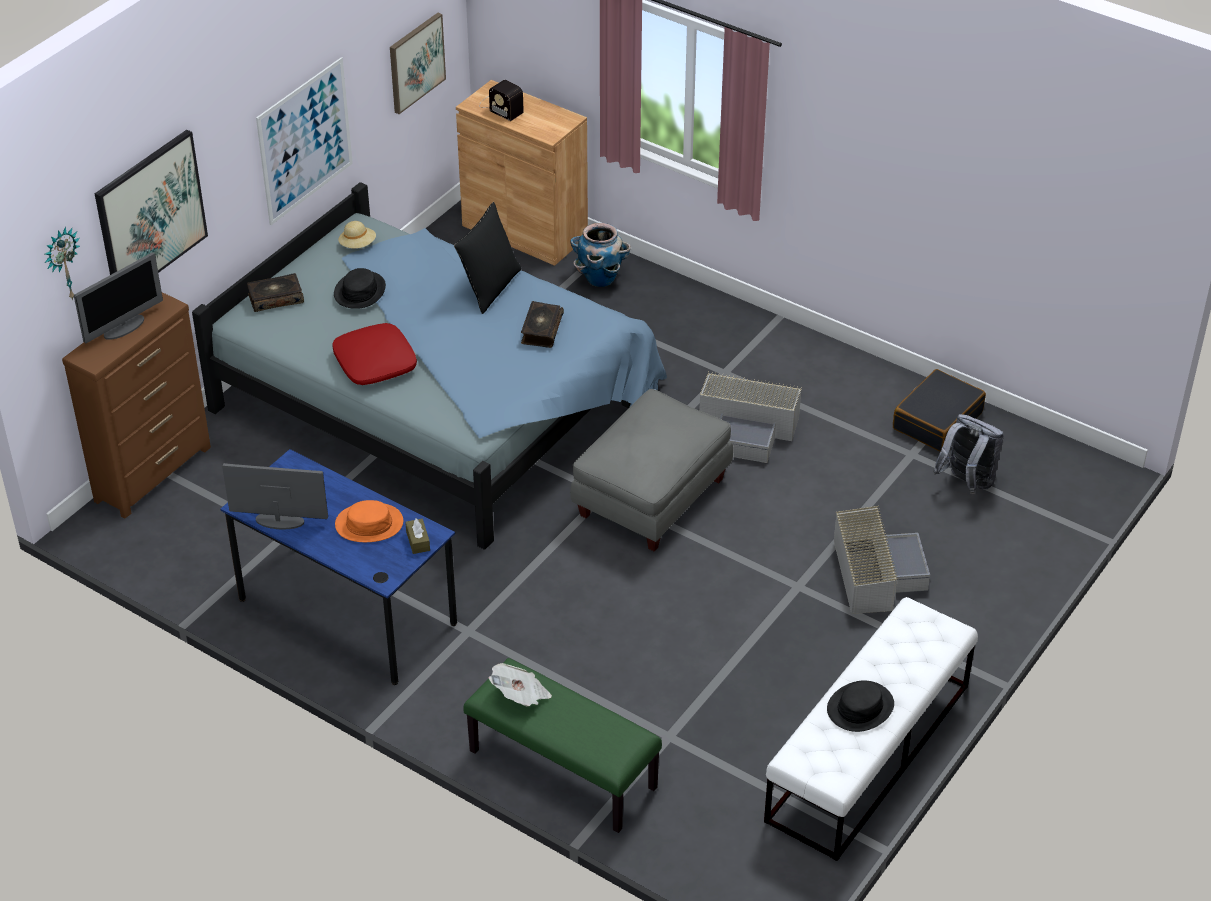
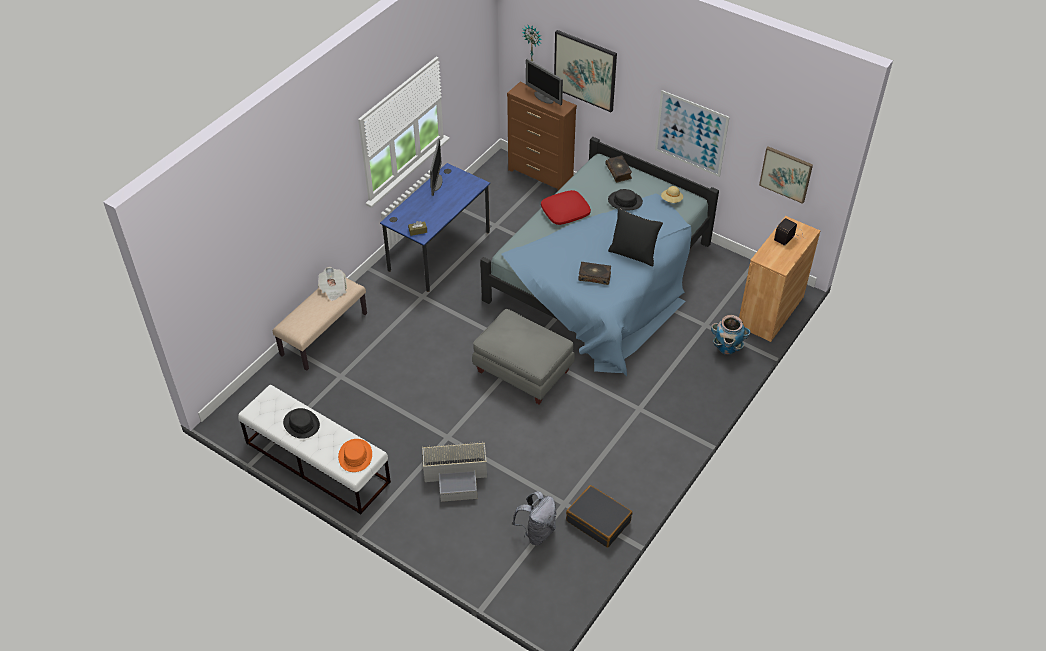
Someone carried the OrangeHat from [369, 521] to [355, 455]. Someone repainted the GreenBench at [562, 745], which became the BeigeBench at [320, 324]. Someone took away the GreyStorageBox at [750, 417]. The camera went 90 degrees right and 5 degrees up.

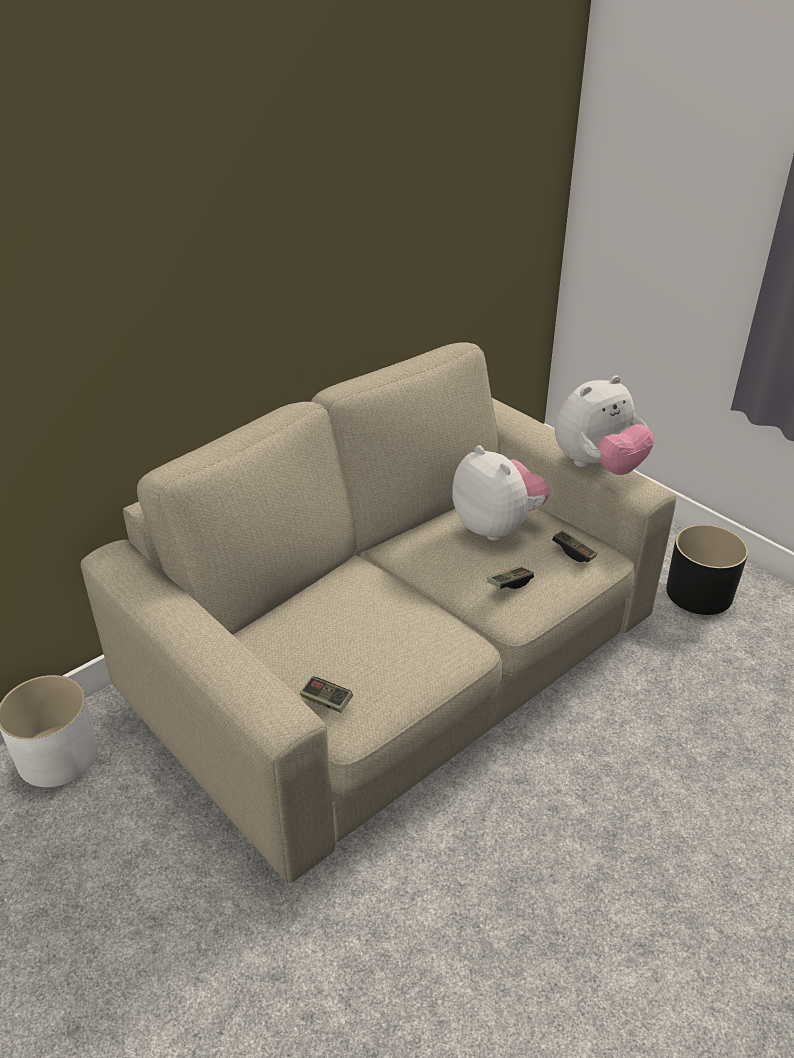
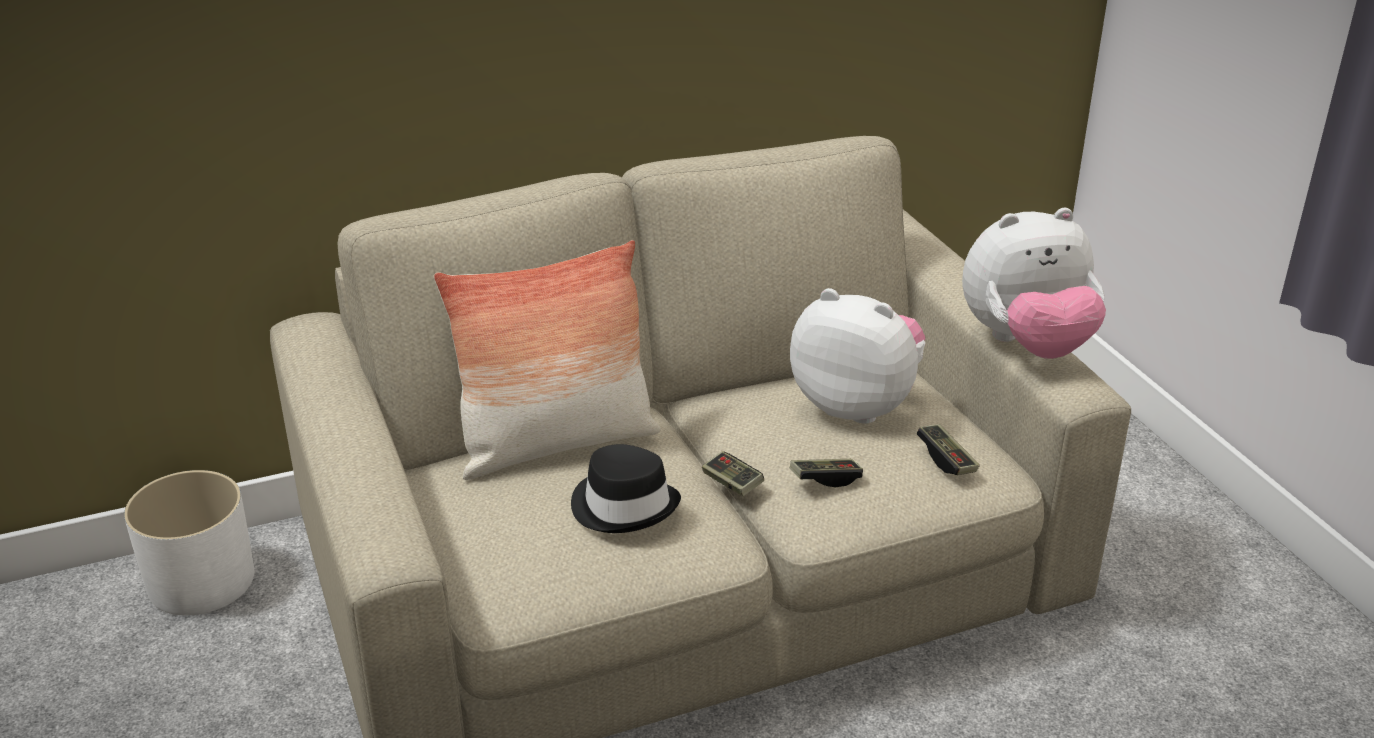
Someone carried the GameController from [326, 694] to [733, 473]. Someone rotated the PlushToy at [501, 492] by 45 degrees counterclockwise. Someone took away the BlackPlanter at [707, 569]. Someone put down the Pillow at [547, 360]. Someone put down the BlackHat at [626, 488]. The camera went 20 degrees right and 5 degrees down.

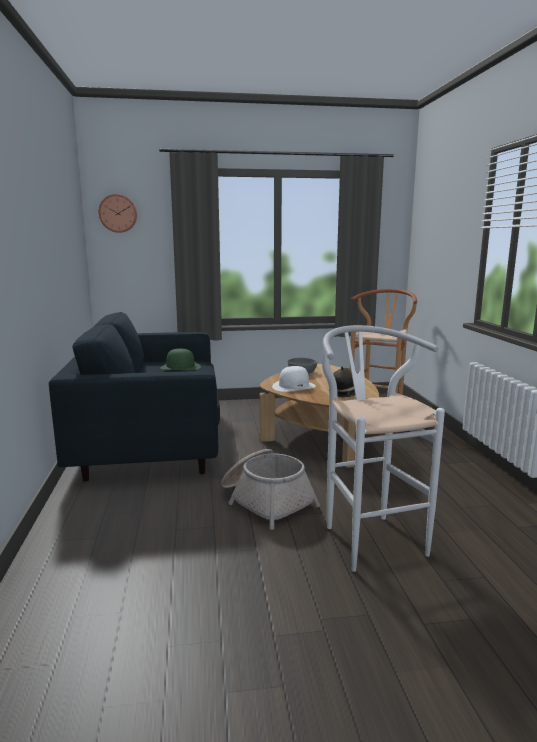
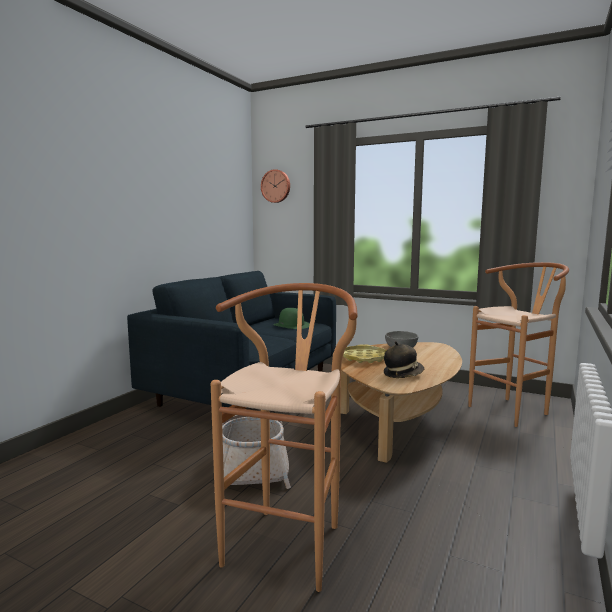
Someone swapped the WhiteHat at [294, 379] for the YellowTray at [364, 353]. Someone repainted the WhiteStool at [383, 448], which became the BrownStool at [284, 437]. The camera went 35 degrees right and 5 degrees down.

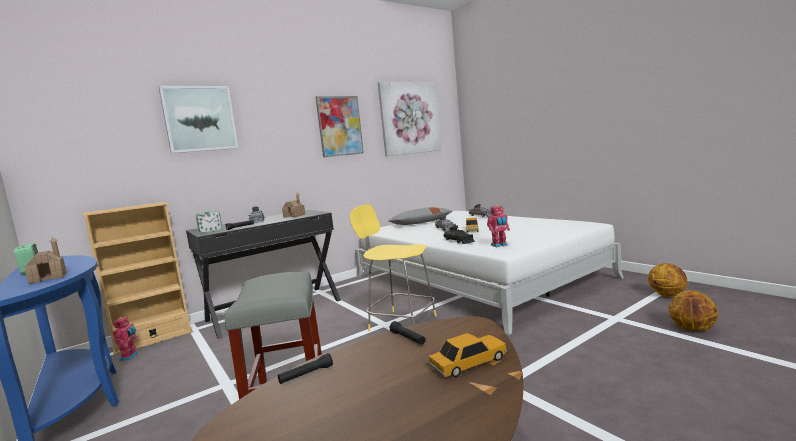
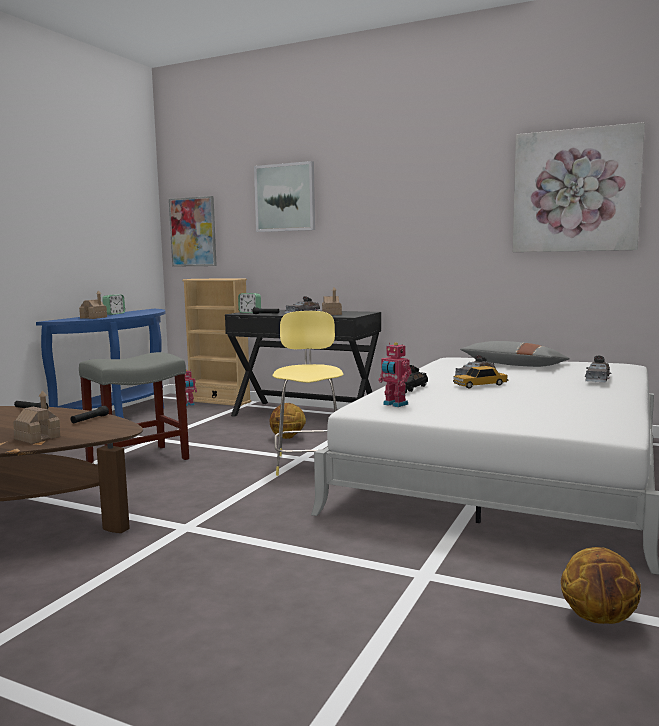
Someone carried the Picture from [340, 126] to [193, 231]. Someone swapped the ToyCar at [467, 355] for the ToyHouse at [36, 417]. Someone carried the Basketball from [693, 310] to [288, 421]. The camera went 60 degrees right and 0 degrees up.

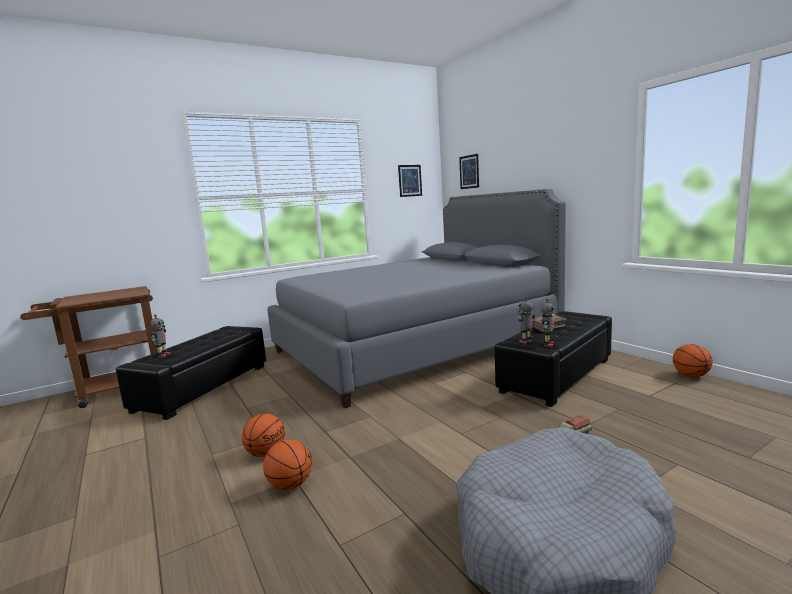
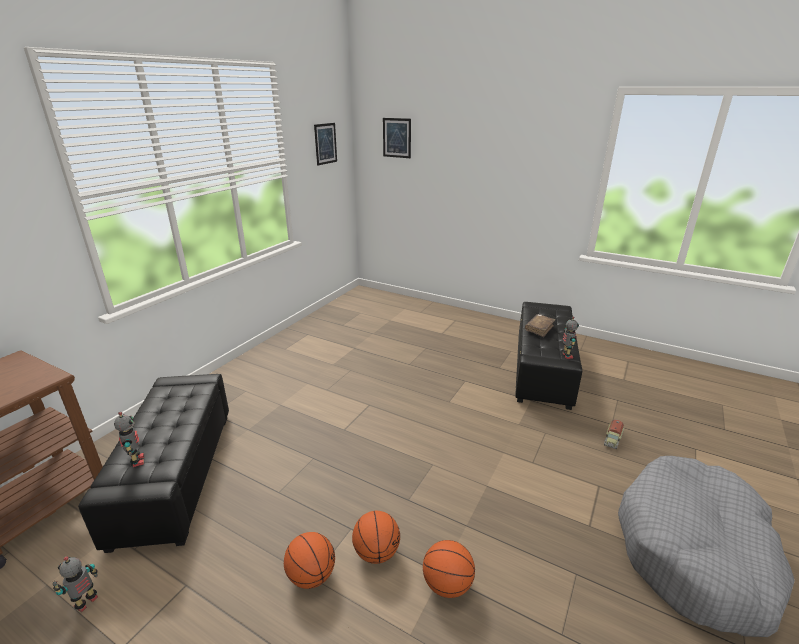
Someone took away the GreyBed at [416, 298]. Someone carried the ToyRobot from [526, 320] to [75, 584]. Someone carried the Basketball from [693, 360] to [309, 560]. The camera went 30 degrees left and 15 degrees up.

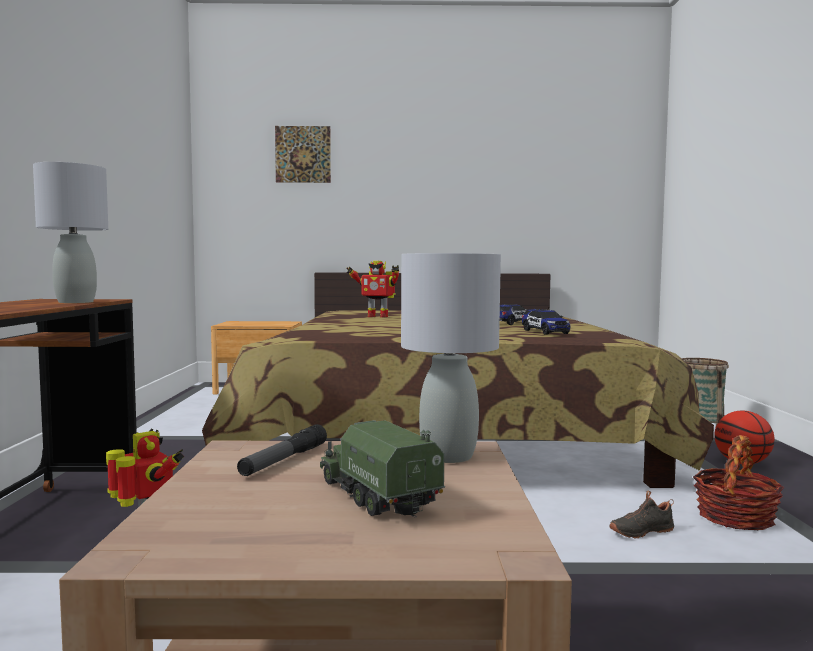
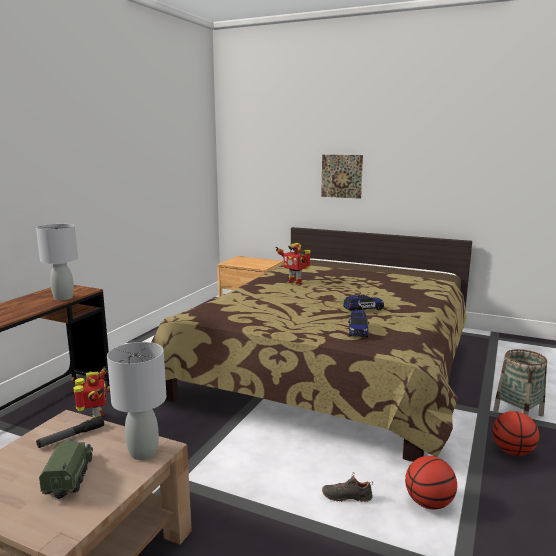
Someone carried the Picture from [303, 154] to [342, 177]. Someone swapped the Basket at [738, 482] for the Basketball at [431, 482]. The camera went 25 degrees right and 10 degrees up.

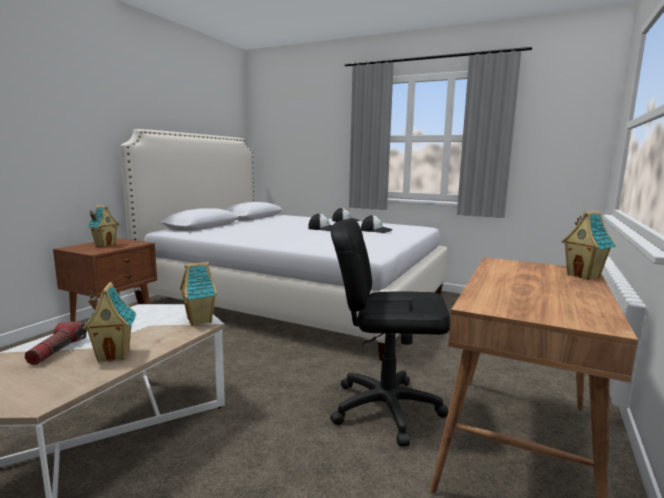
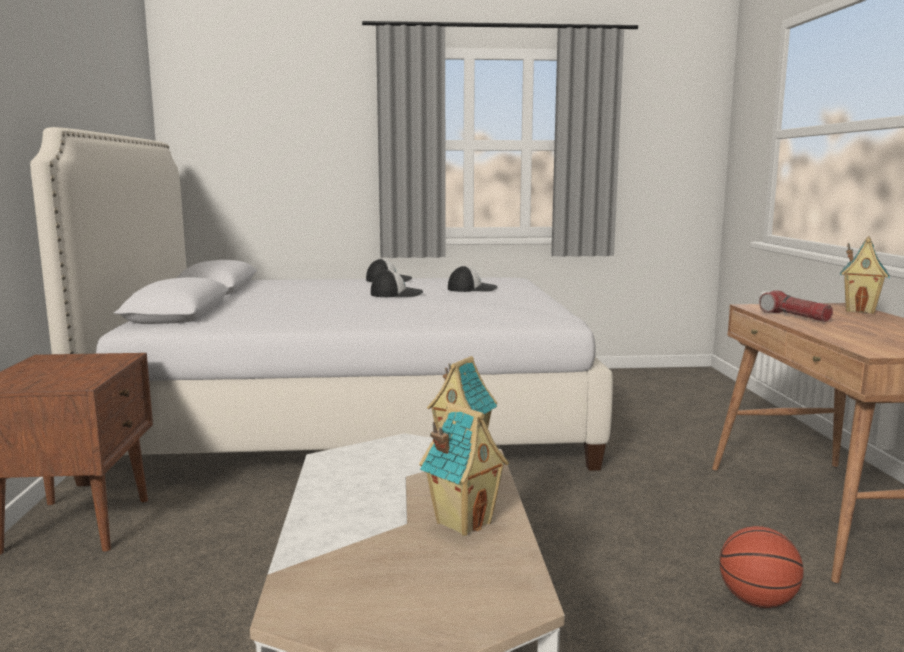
Someone carried the Flashlight from [56, 343] to [796, 306]. Someone took away the ToyHouse at [103, 226]. Someone took away the BlackOfficeChair at [390, 333]. Someone put down the Basketball at [761, 567]. The camera went 30 degrees left and 0 degrees up.

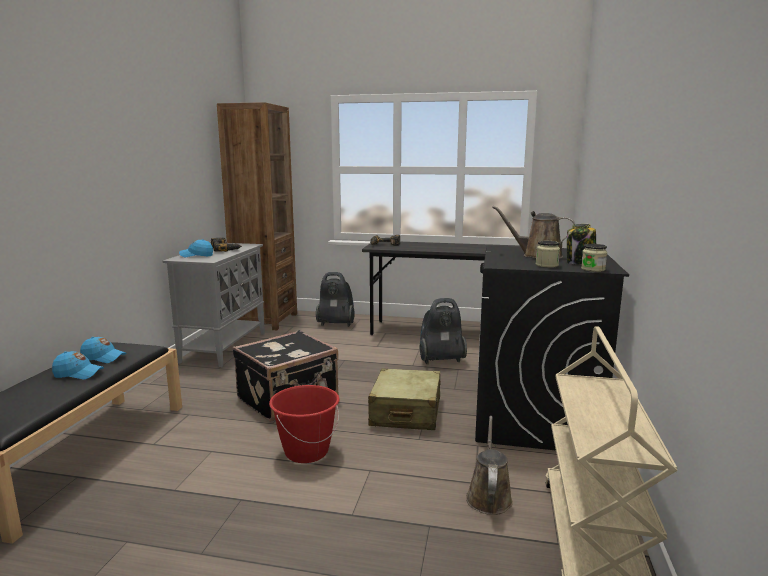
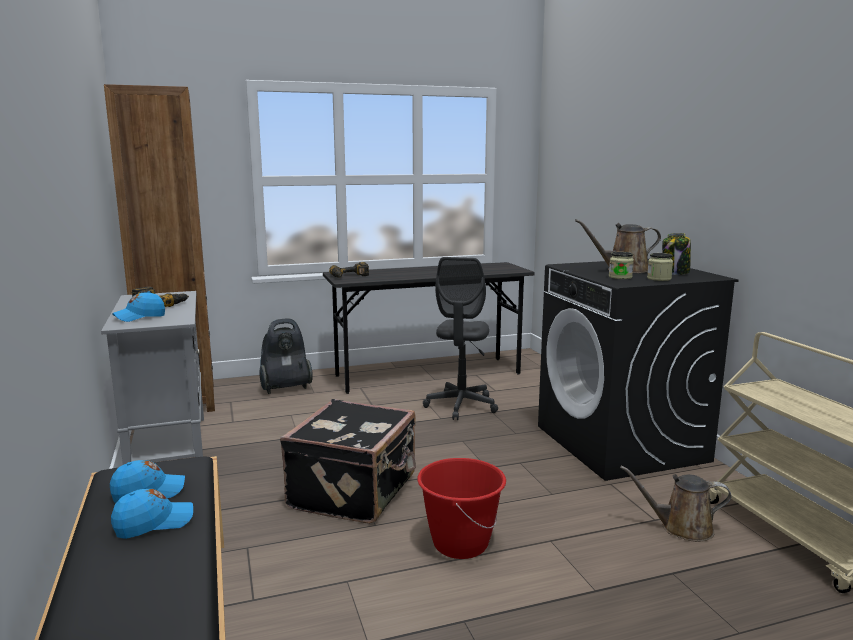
Someone took away the BeigeSuitcase at [404, 399]. Someone swapped the VacuumCleaner at [443, 331] for the GreyOfficeChair at [460, 338]. Someone rotated the BrownWateringCan at [489, 465] by 60 degrees counterclockwise. Someone carried the Jar from [594, 258] to [621, 265]. The camera went 30 degrees left and 0 degrees up.

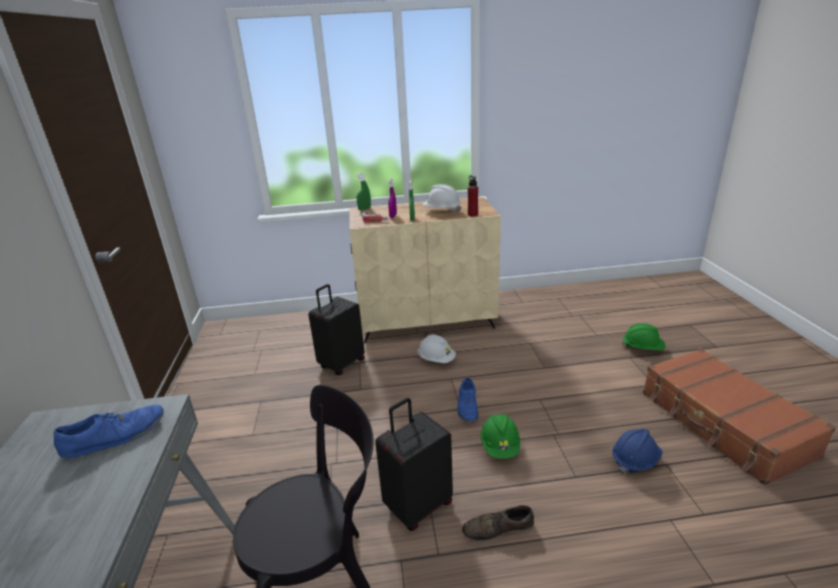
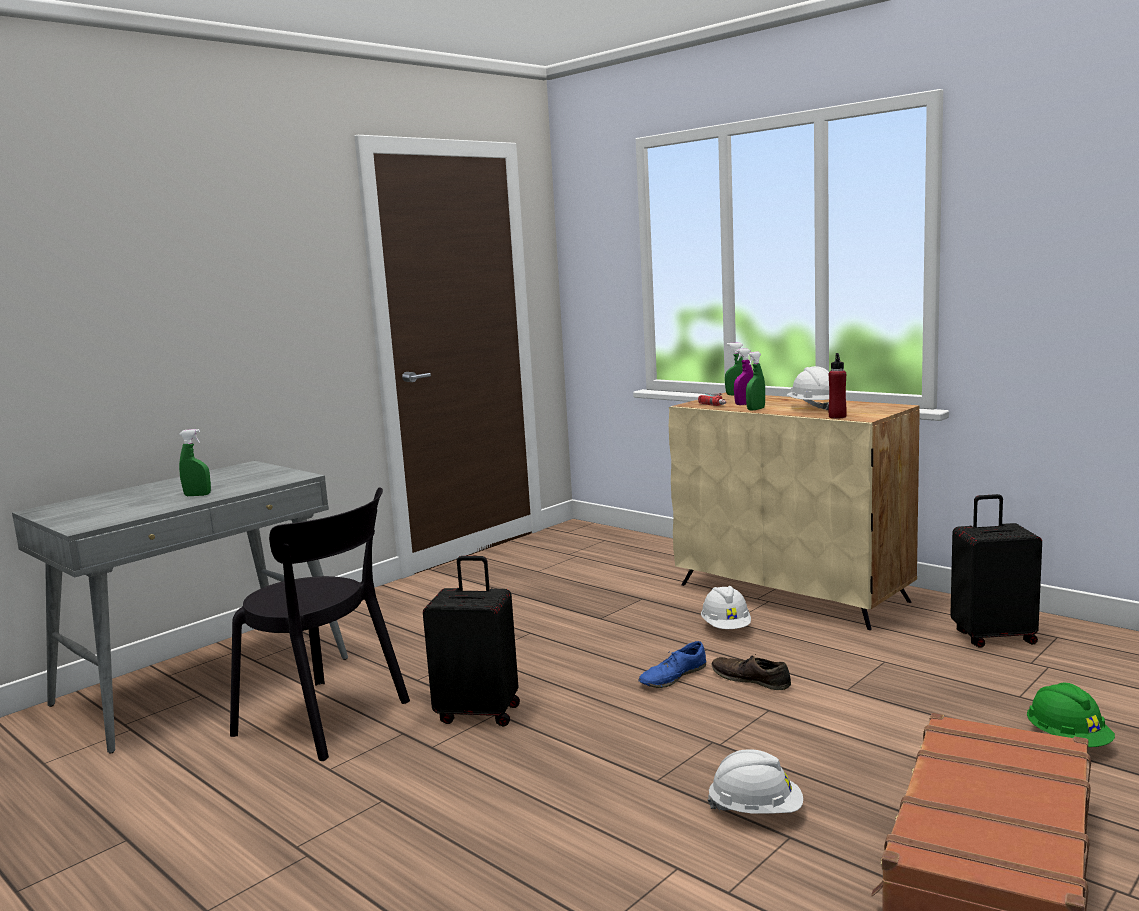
Someone took away the BlueShoe at [109, 431]. Someone carried the BlackSuitcase from [336, 329] to [996, 571]. Someone carried the BrownShoe from [498, 524] to [751, 672]. Someone took away the GreenHardHat at [500, 436]. Someone repainted the BlueHardHat at [637, 452], which became the WhiteHardHat at [755, 781]. Someone put down the GreenSprayBottle at [195, 462]. The camera went 50 degrees right and 15 degrees down.

